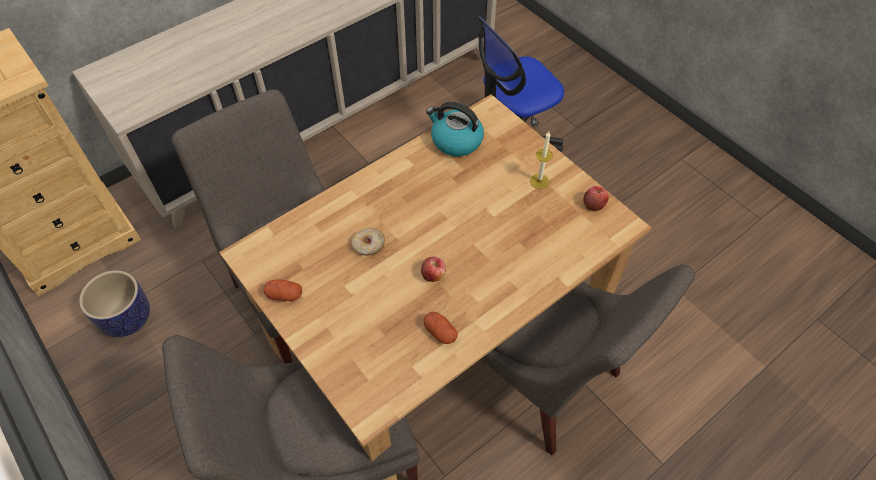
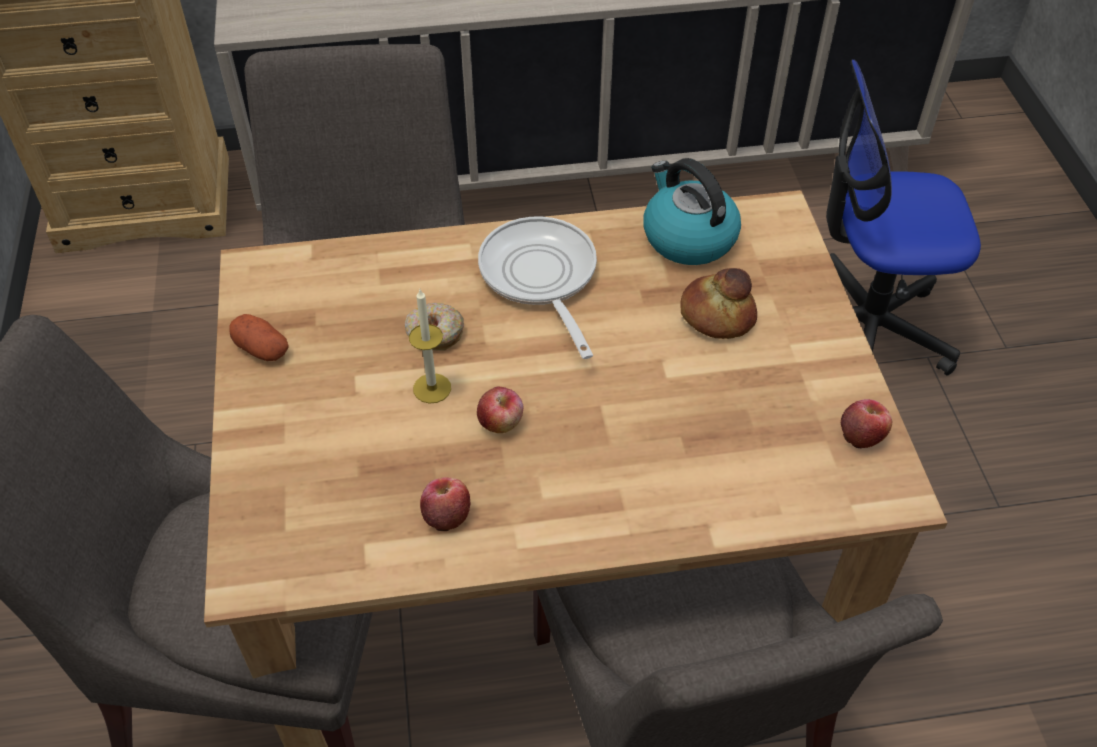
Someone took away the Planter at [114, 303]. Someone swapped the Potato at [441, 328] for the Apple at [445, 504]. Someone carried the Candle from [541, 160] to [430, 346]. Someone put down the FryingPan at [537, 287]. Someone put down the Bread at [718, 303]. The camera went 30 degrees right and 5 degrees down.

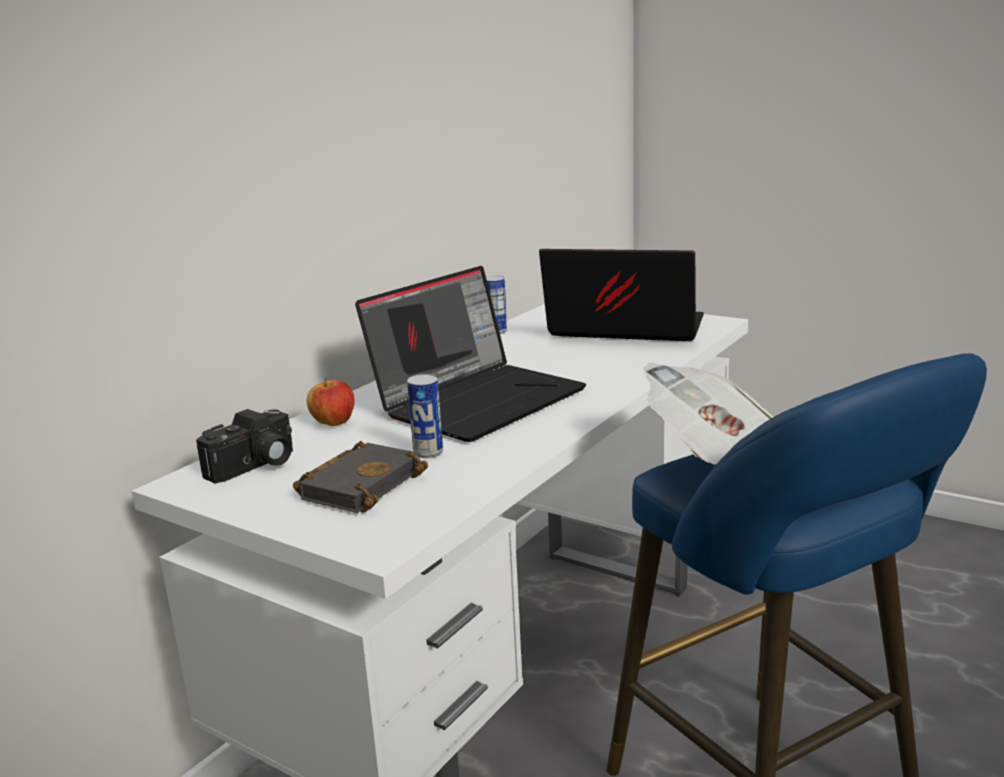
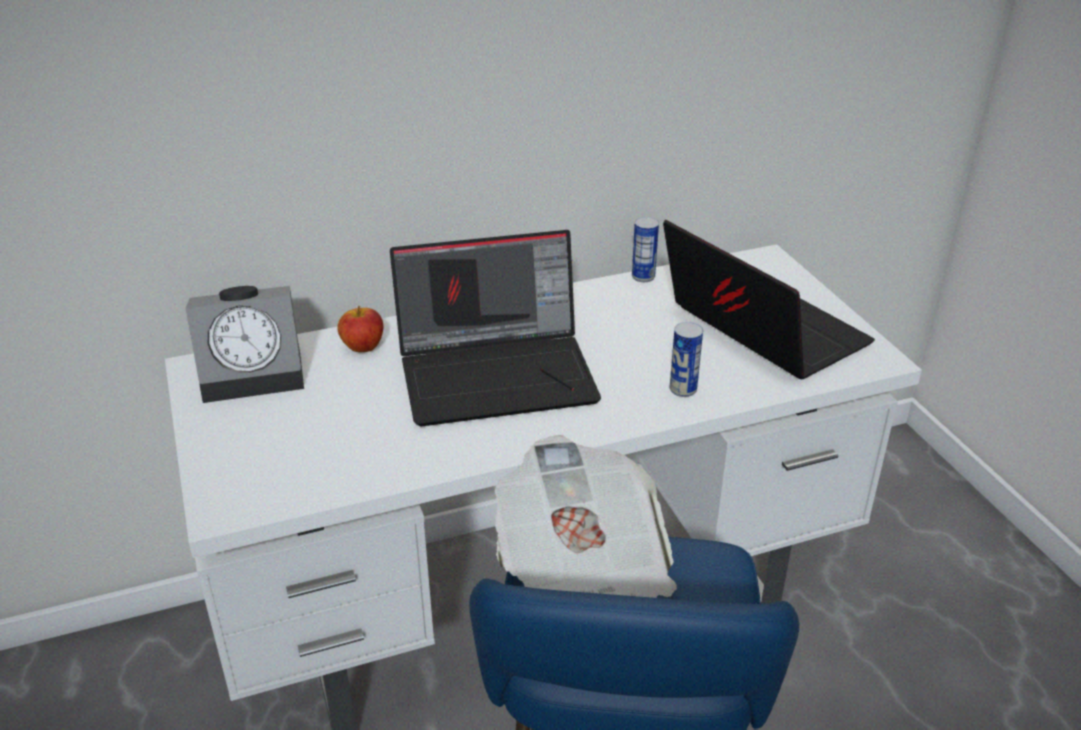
Someone swapped the PhotoCamera at [244, 446] for the AlarmClock at [245, 344]. Someone took away the BlackBook at [360, 477]. Someone carried the Can from [425, 416] to [686, 359]. The camera went 35 degrees right and 15 degrees up.

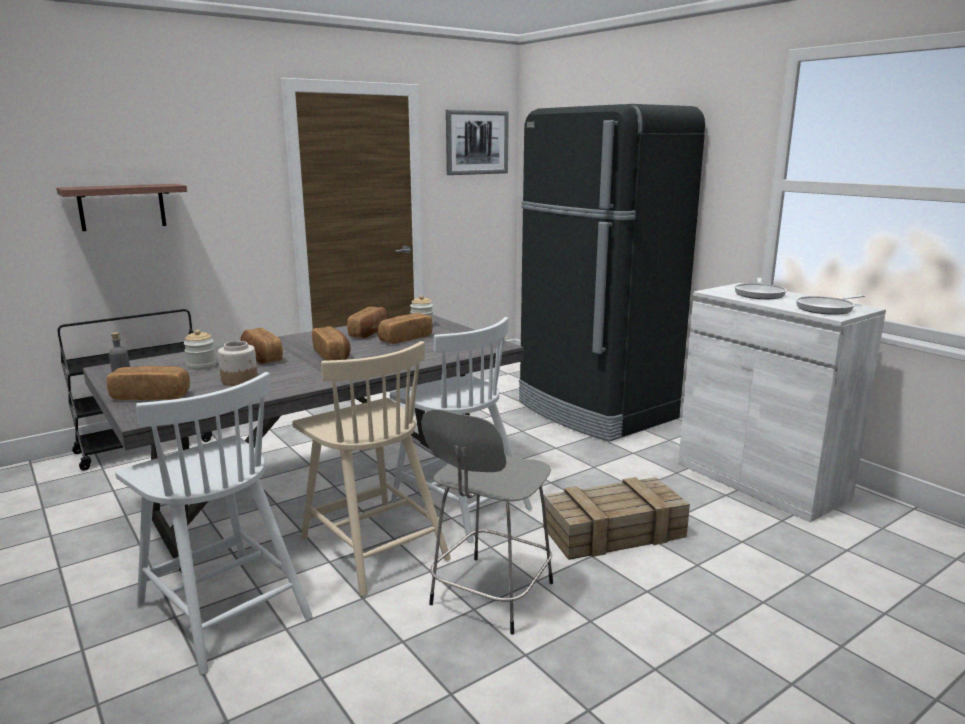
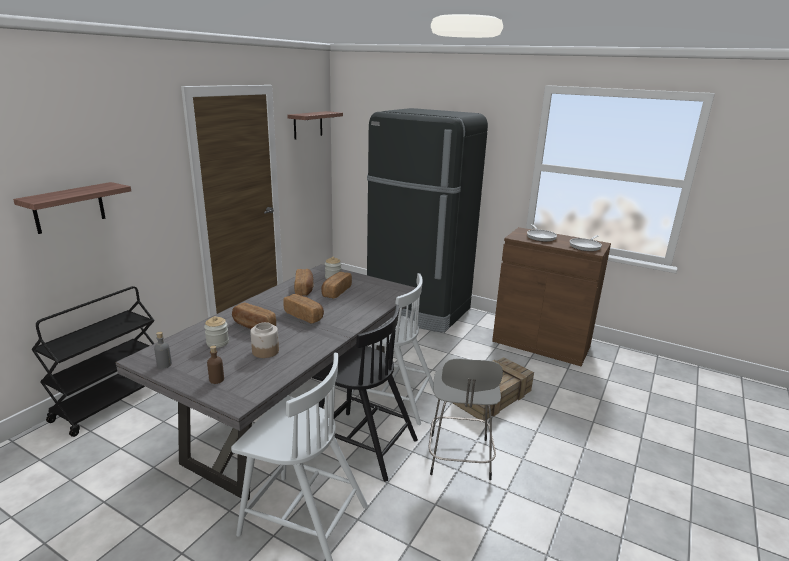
Someone swapped the Bread at [148, 383] for the BrownBottle at [215, 364]. Someone repainted the BeigeChair at [371, 468], which became the BlackChair at [365, 393]. Someone swapped the Picture at [477, 142] for the Shelf at [315, 125]. Someone repainted the WhiteCabinet at [782, 402], which became the BrownCabinet at [551, 296]. The camera went 25 degrees left and 5 degrees up.

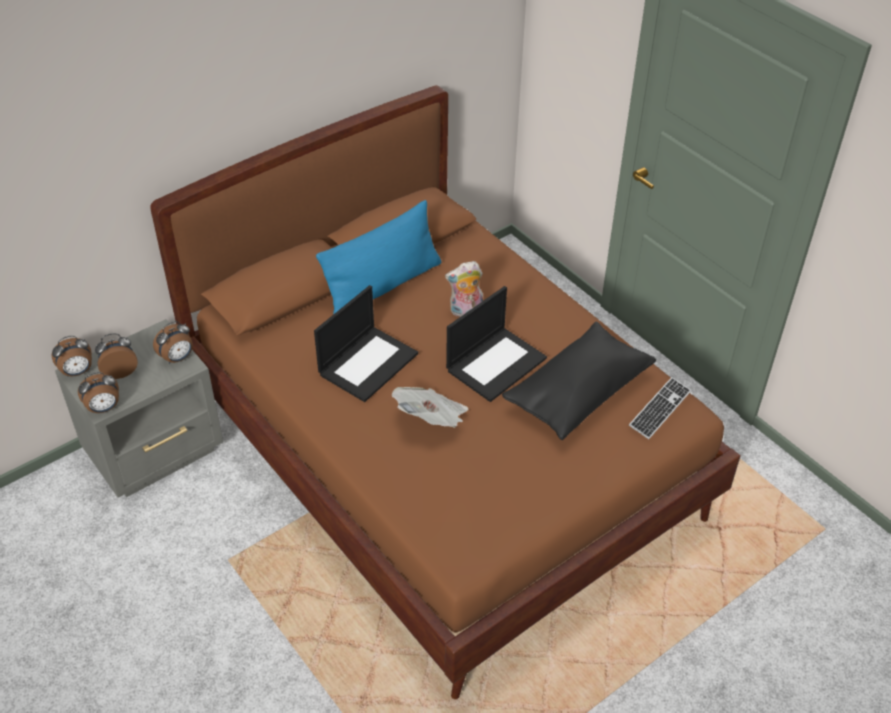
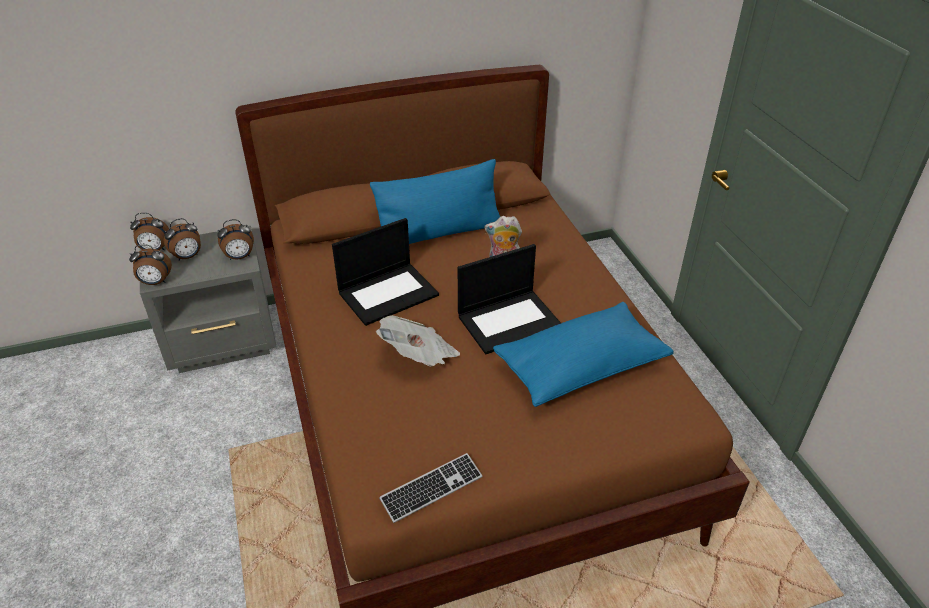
Someone rotated the AlarmClock at [116, 356] by 150 degrees clockwise. Someone repainted the BlackPillow at [579, 381], which became the BluePillow at [583, 354]. Someone carried the Keyboard from [660, 408] to [431, 488]. The camera went 20 degrees right and 5 degrees down.

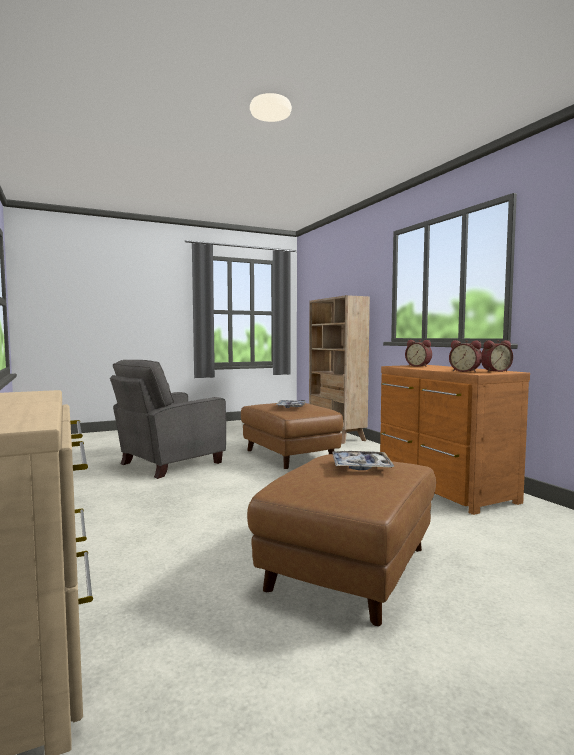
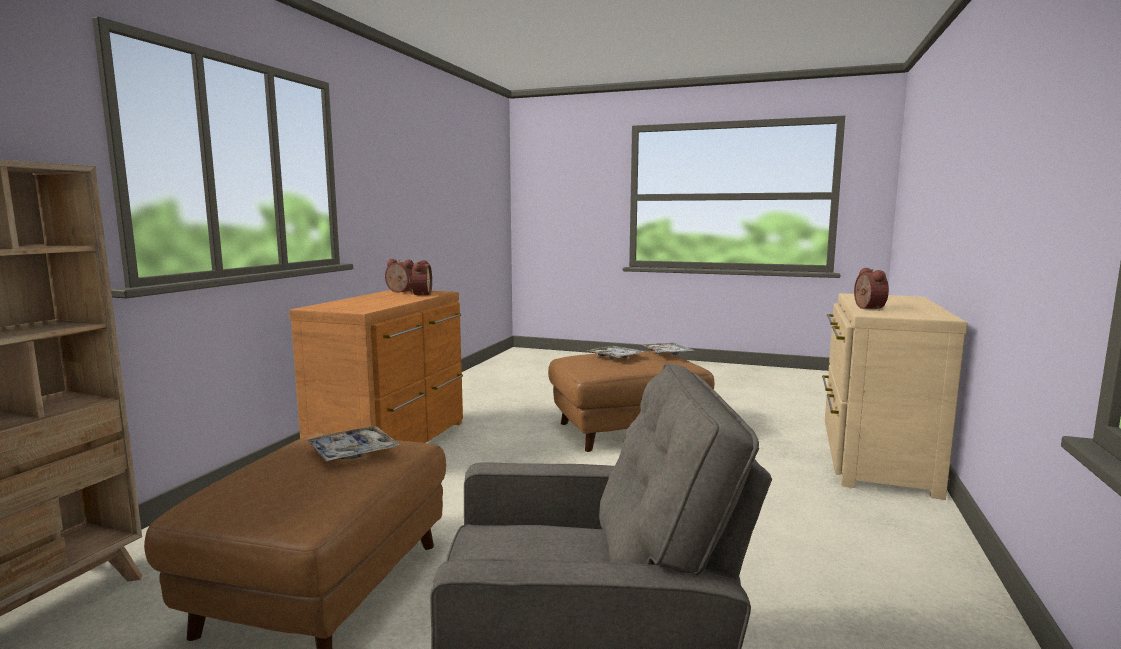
Someone carried the AlarmClock from [418, 353] to [871, 289]. Someone put down the Tray at [668, 349]. The camera went 135 degrees left and 5 degrees up.

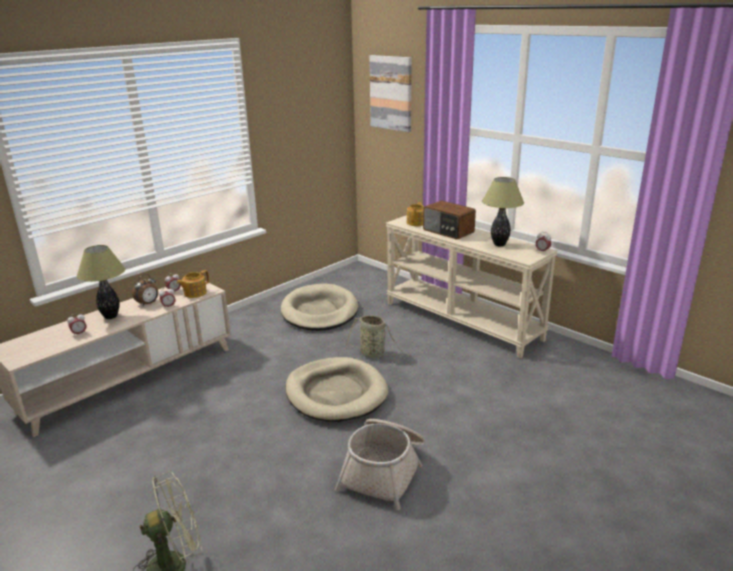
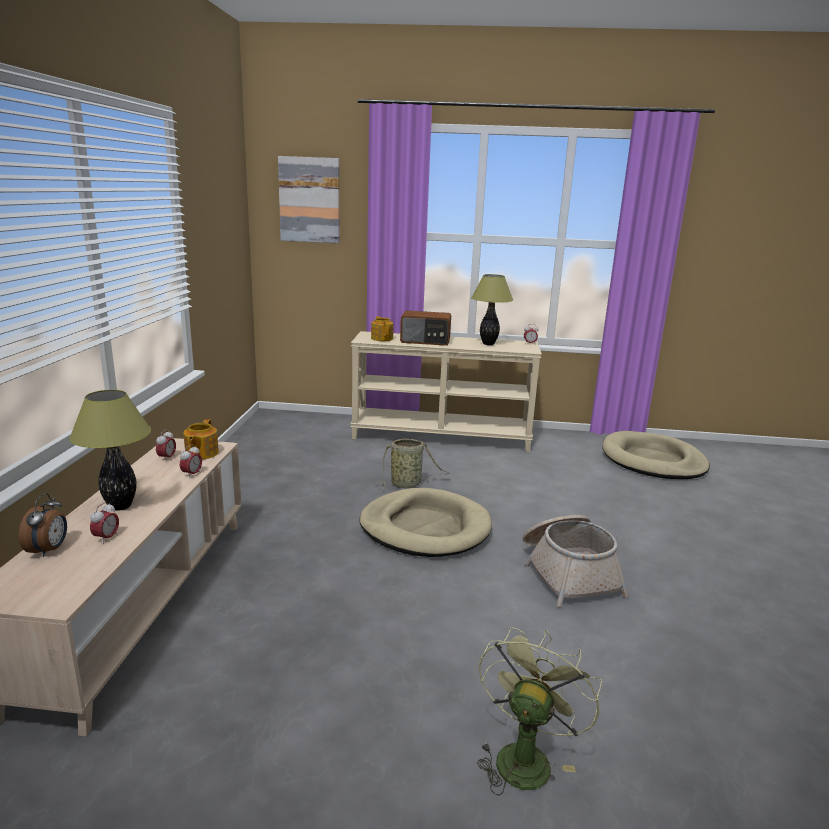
Someone carried the AlarmClock from [145, 290] to [43, 525]. Someone carried the BeigeDogBed from [319, 307] to [656, 455]. The camera went 40 degrees left and 5 degrees down.

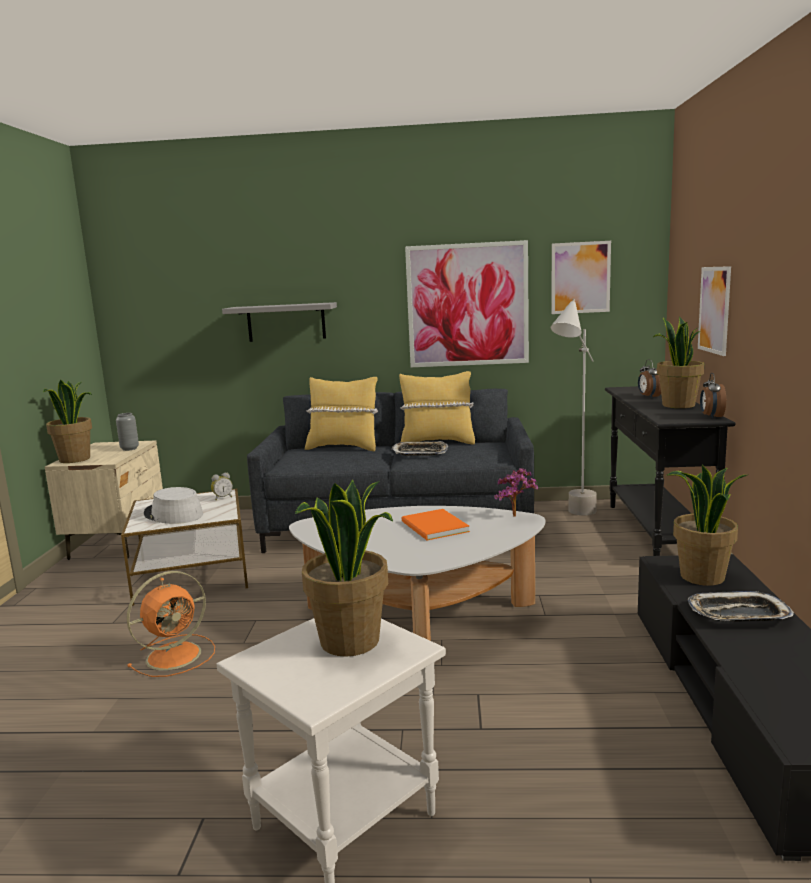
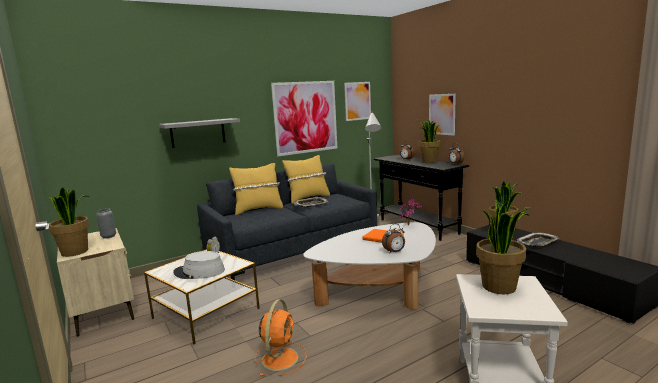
Someone put down the AlarmClock at [393, 238]. The camera went 35 degrees left and 0 degrees up.

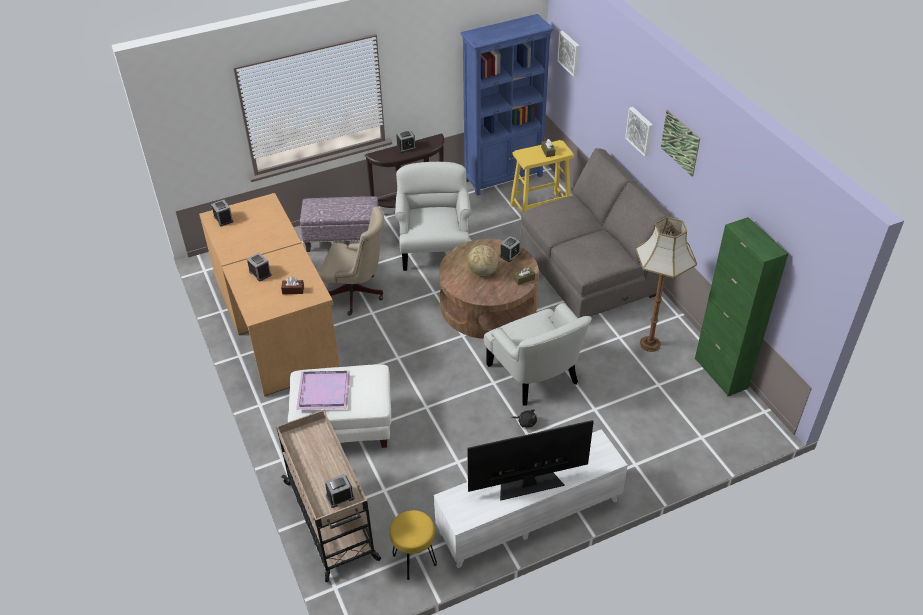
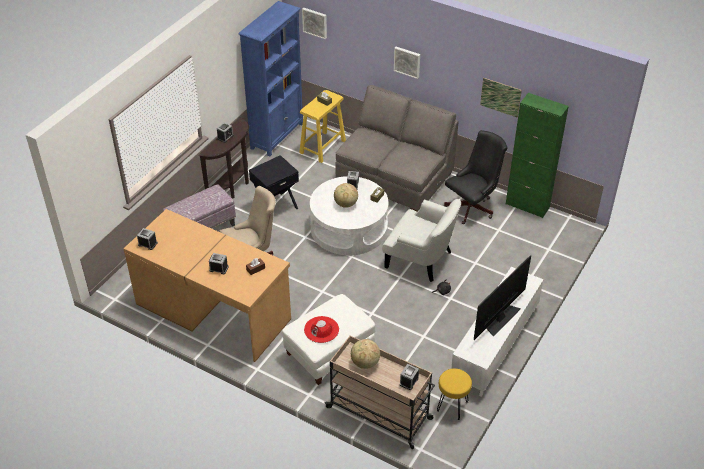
Someone swapped the PurpleTray at [323, 390] for the RedHat at [321, 329]. Someone swapped the WhiteArmchair at [433, 216] for the BlackSideTable at [274, 182]. Someone repainted the BrownCoffeeTable at [489, 289], which became the WhiteCoffeeTable at [349, 215]. Someone swapped the FloorLamp at [666, 284] for the BlackOfficeChair at [476, 177]. Someone carried the Picture from [680, 143] to [501, 98]. Someone put down the Globe at [365, 354]. The camera went 35 degrees left and 0 degrees up.

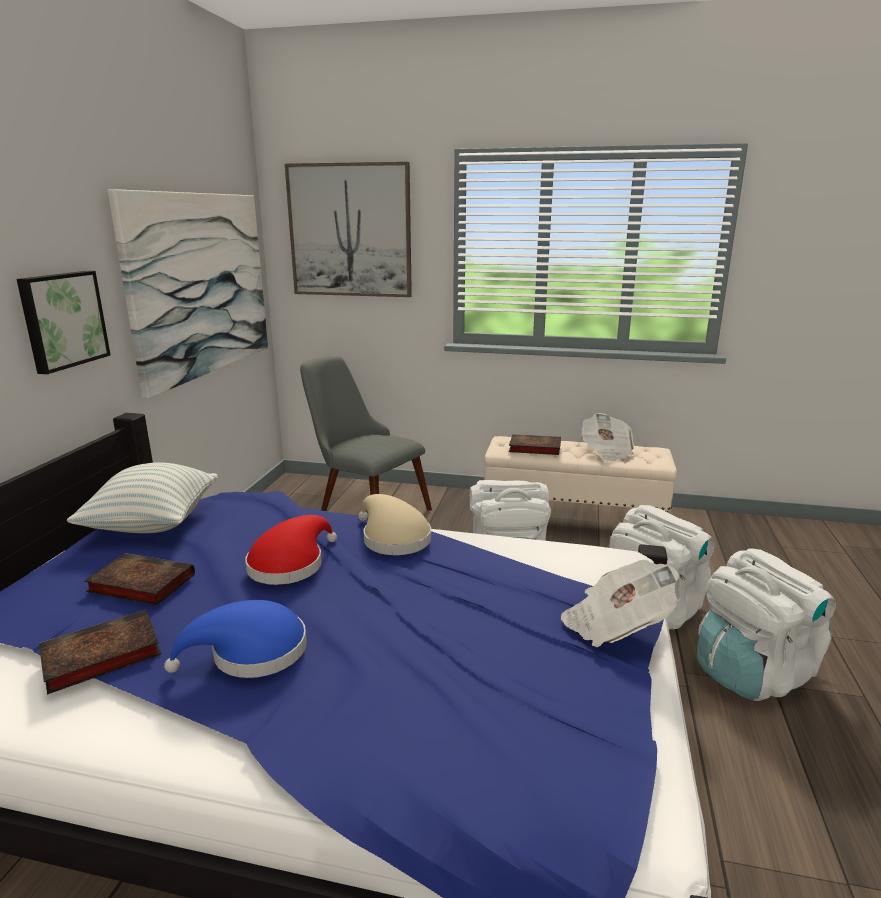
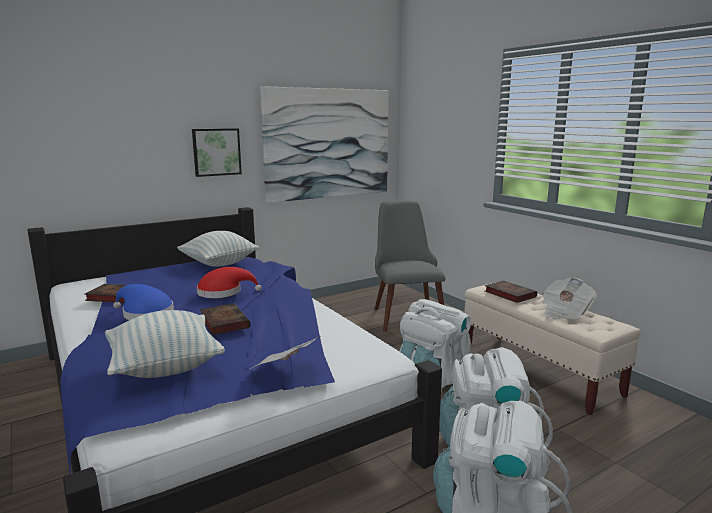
Someone carried the Book from [139, 579] to [225, 319]. Someone took away the Picture at [348, 229]. Someone took away the BeigeHat at [394, 524]. Someone put down the Pillow at [165, 344]. The camera went 45 degrees right and 5 degrees down.

